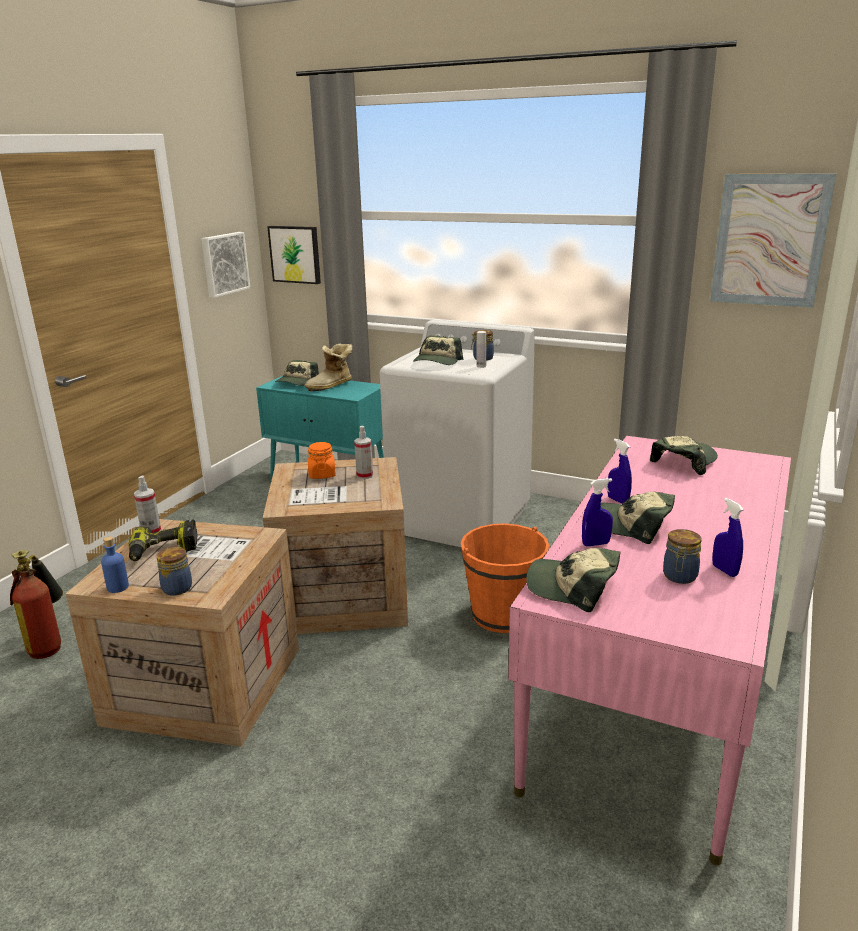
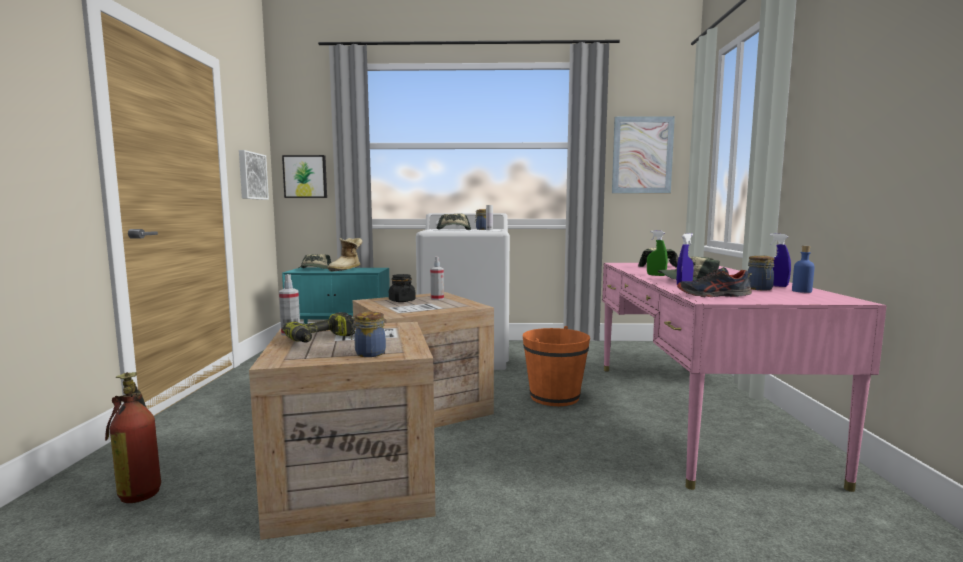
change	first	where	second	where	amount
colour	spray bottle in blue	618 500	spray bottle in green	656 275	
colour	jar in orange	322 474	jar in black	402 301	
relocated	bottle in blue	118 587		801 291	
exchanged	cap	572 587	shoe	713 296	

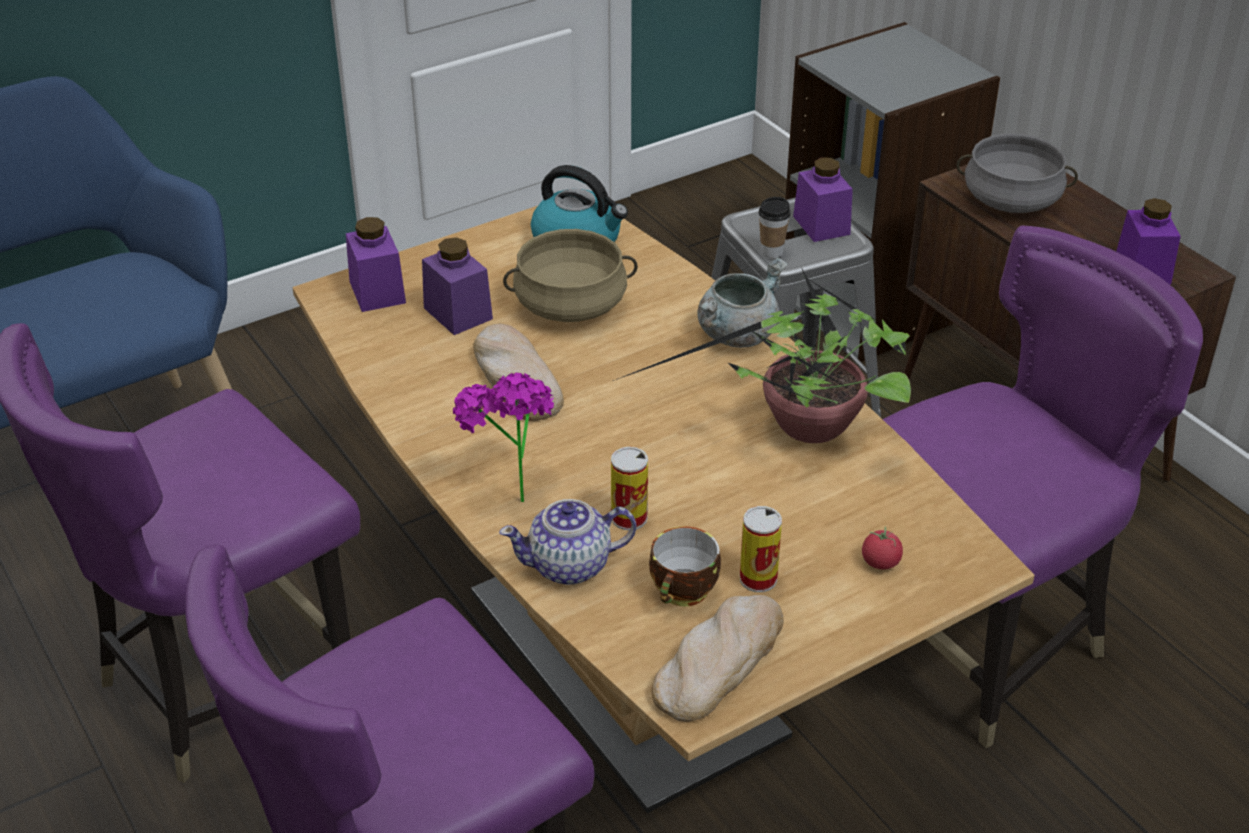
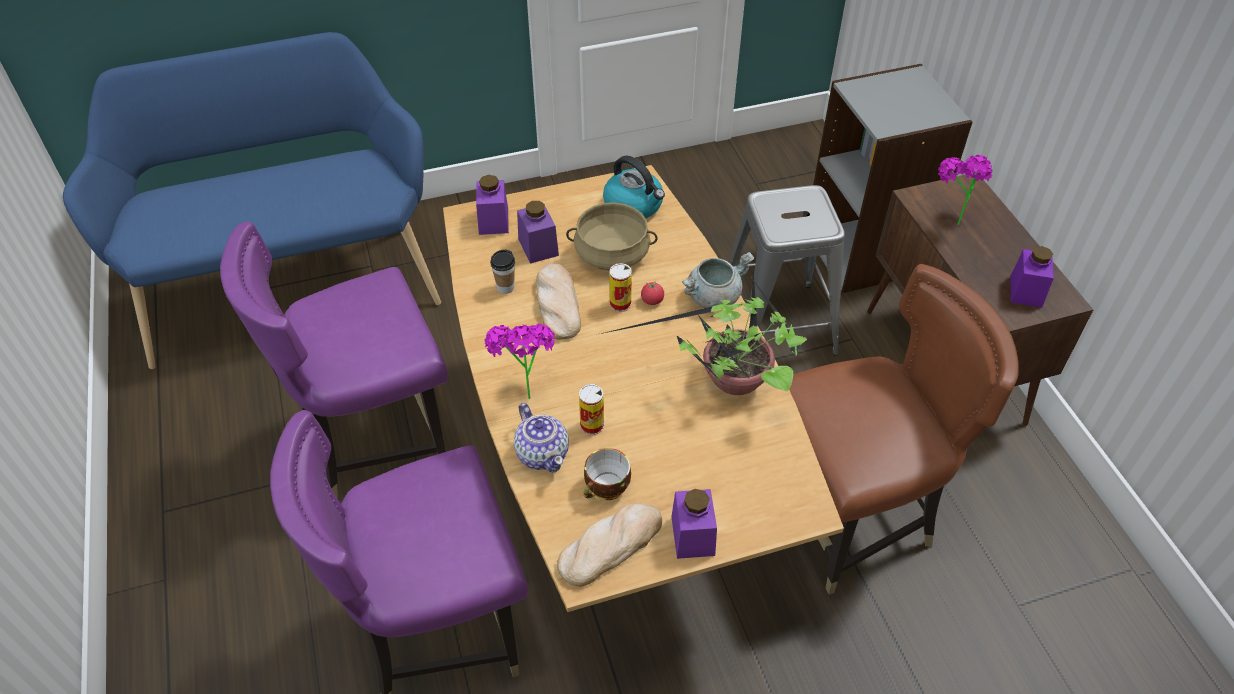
change	first	where	second	where	amount
exchanged	cooking pot in grey	1011 201	potted plant	951 218	
relocated	jar in purple	821 225		693 536	
relocated	cup	771 252		505 288	
colour	chair in purple	979 645	chair in brown	850 519	
spun	teapot	570 566		542 453	120 degrees counterclockwise
relocated	can	758 579		620 304	
relocated	tomato	880 562		652 300	

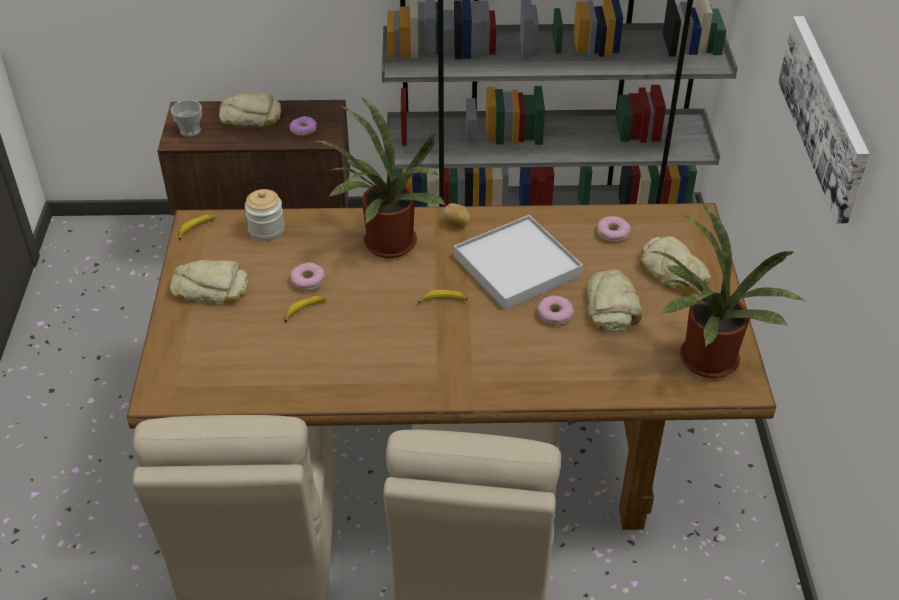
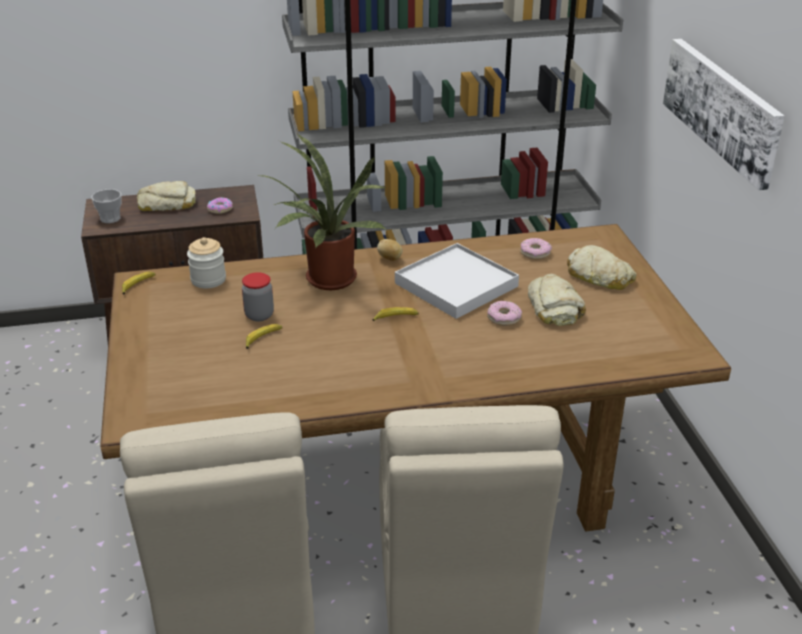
change	first	where	second	where	amount
missing	potted plant	704 362			
missing	bread	211 288			
exchanged	donut	307 281	jar	259 315	

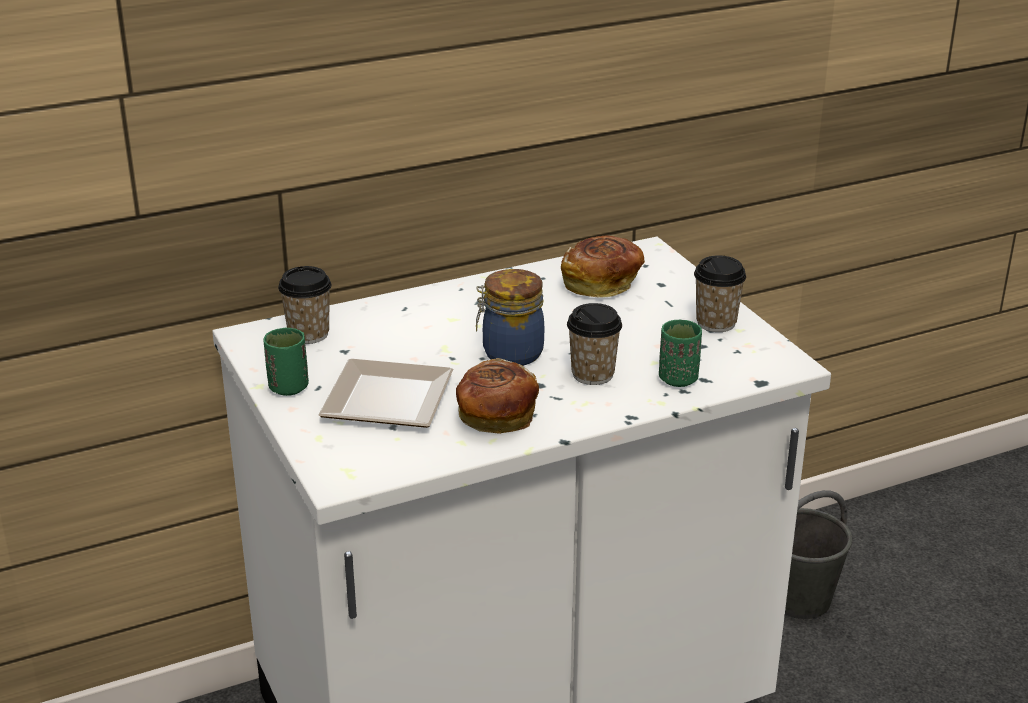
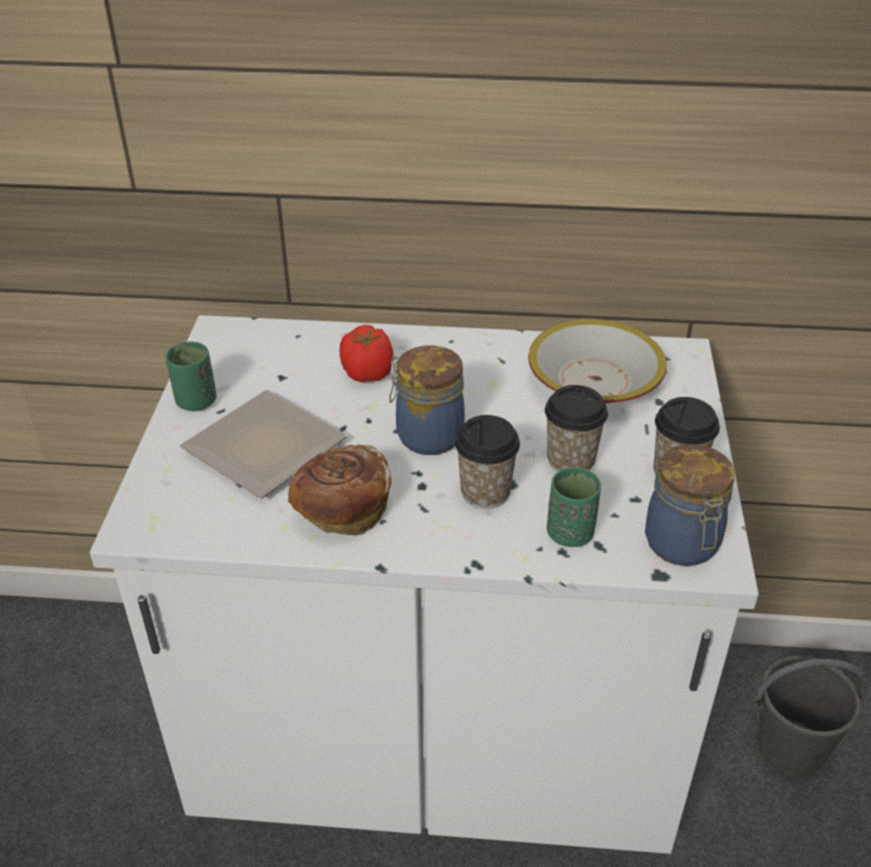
change	first	where	second	where	amount
exchanged	bread	602 284	bowl	595 381	
relocated	cup	308 334		570 461	
appeared			tomato	367 373	
appeared			jar	683 545	

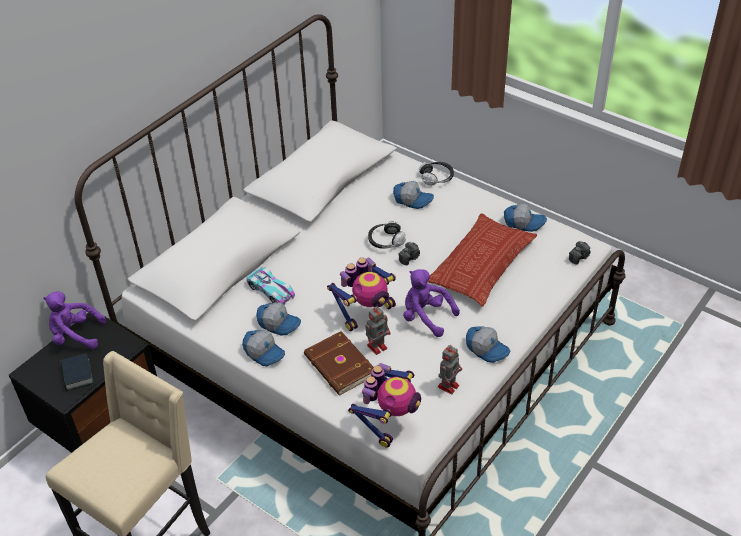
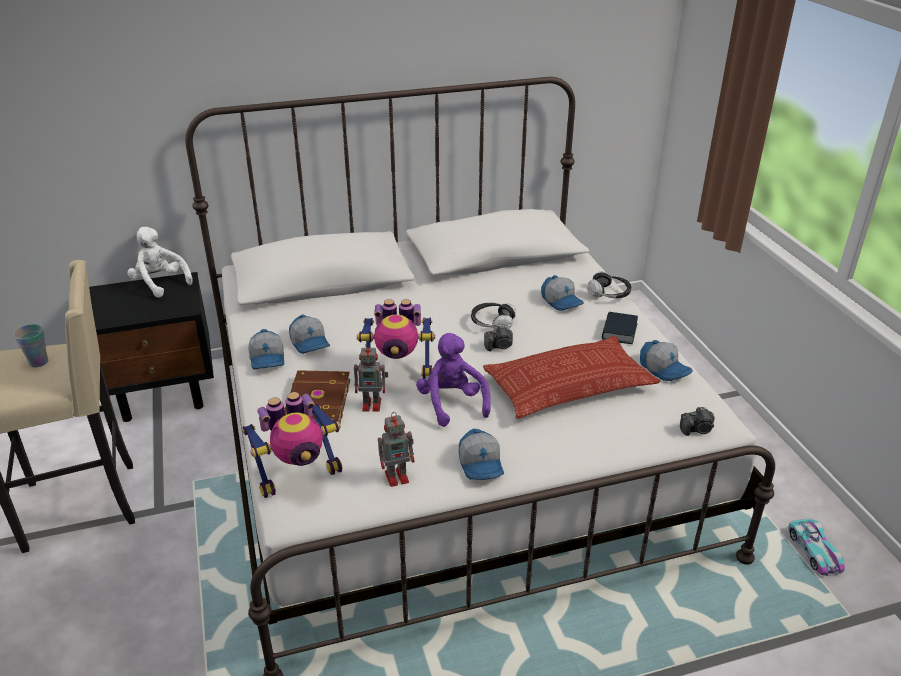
change	first	where	second	where	amount
relocated	toy car	271 290		814 550	
colour	plush toy in purple	75 335	plush toy in white	160 283	
relocated	book	77 375		619 332	
appeared			cup	38 362	

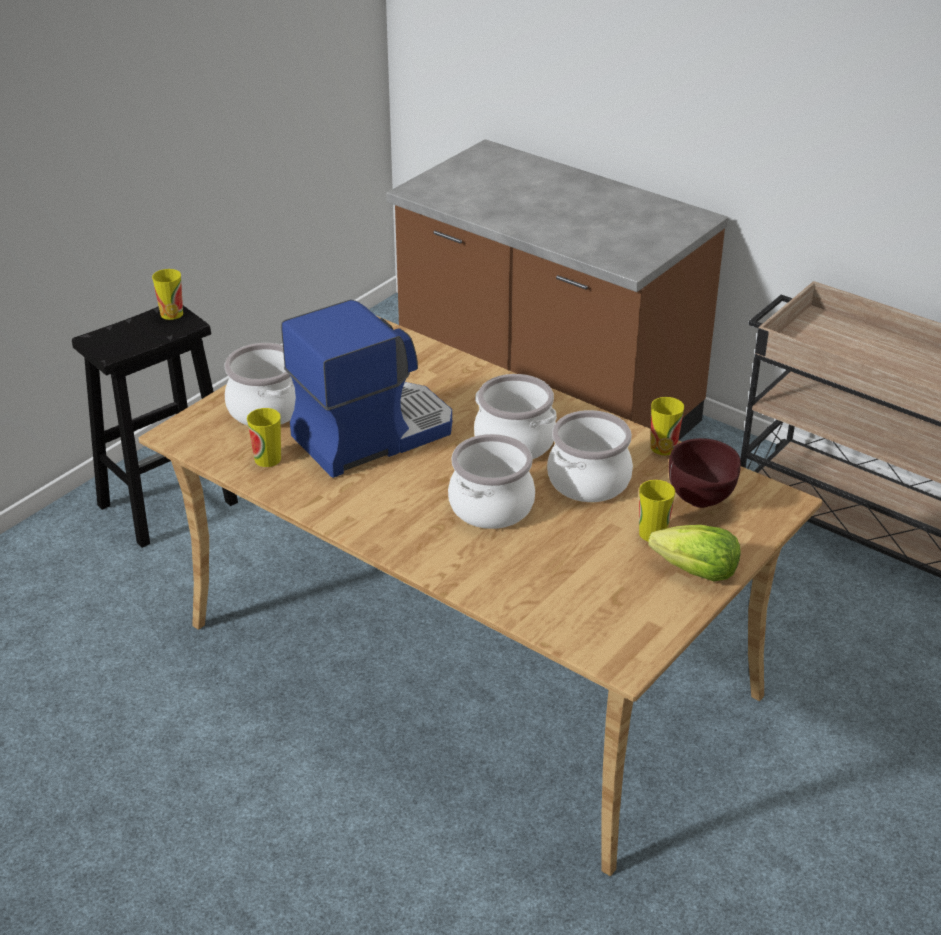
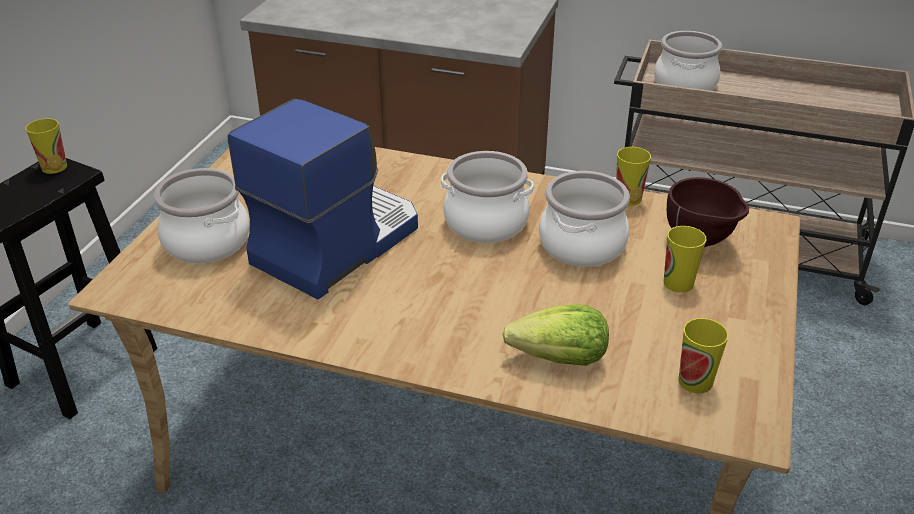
change	first	where	second	where	amount
relocated	cup	267 459		695 381	
relocated	cooking pot	492 507		685 85	
relocated	lettuce	696 572		560 359	

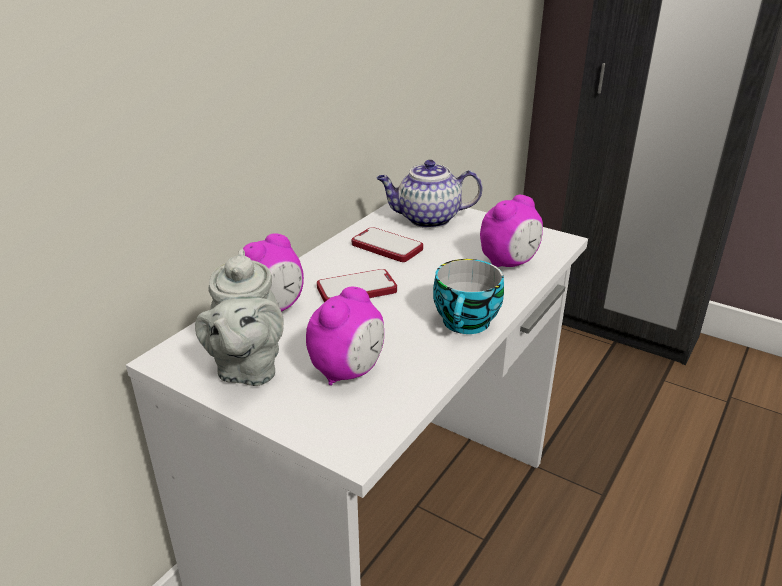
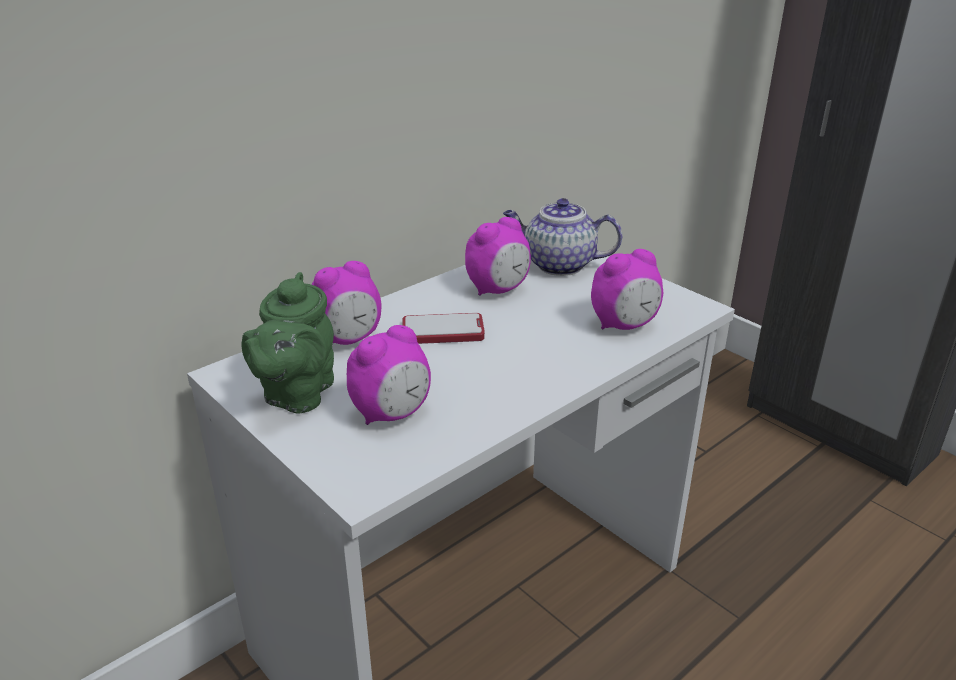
change	first	where	second	where	amount
exchanged	phone	387 247	alarm clock	498 290	
colour	teapot in grey	247 368	teapot in green	296 395	
missing	cup	467 323			

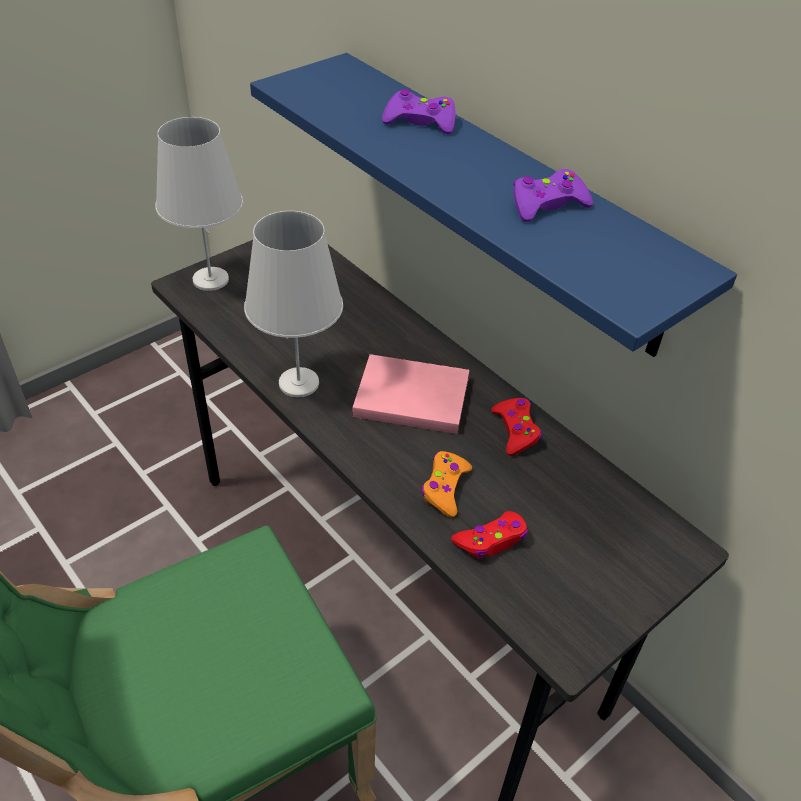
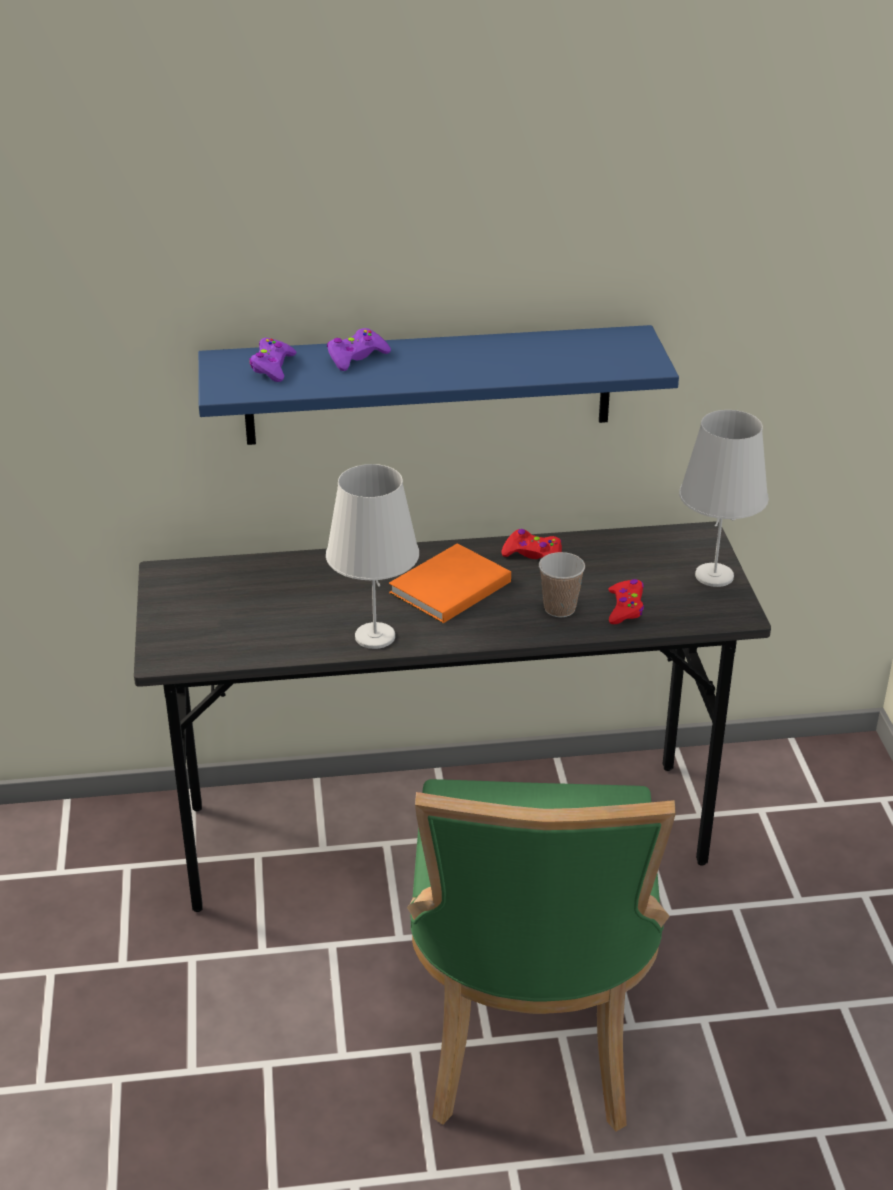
change	first	where	second	where	amount
relocated	table lamp in white	210 279		713 576	
relocated	game controller in purple	547 205		272 367	
colour	book in pink	409 396	book in orange	447 588	
exchanged	game controller in orange	445 488	cup	559 608	

